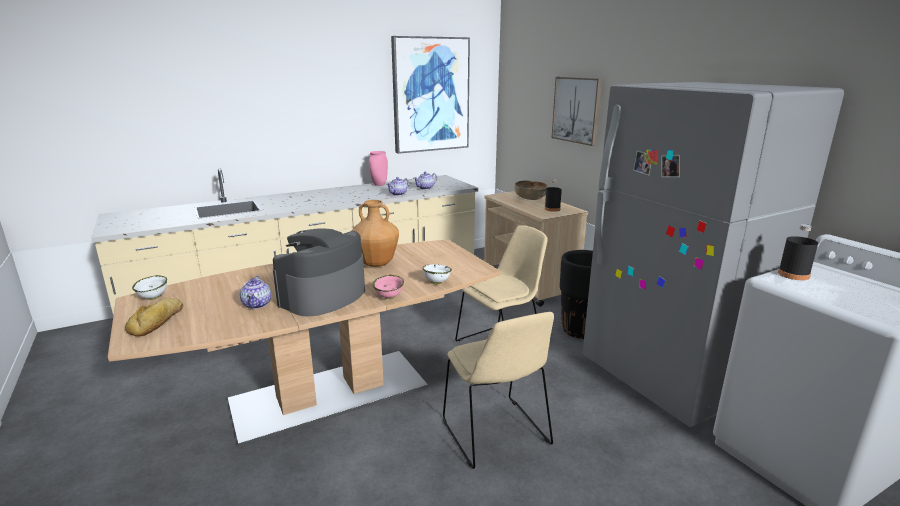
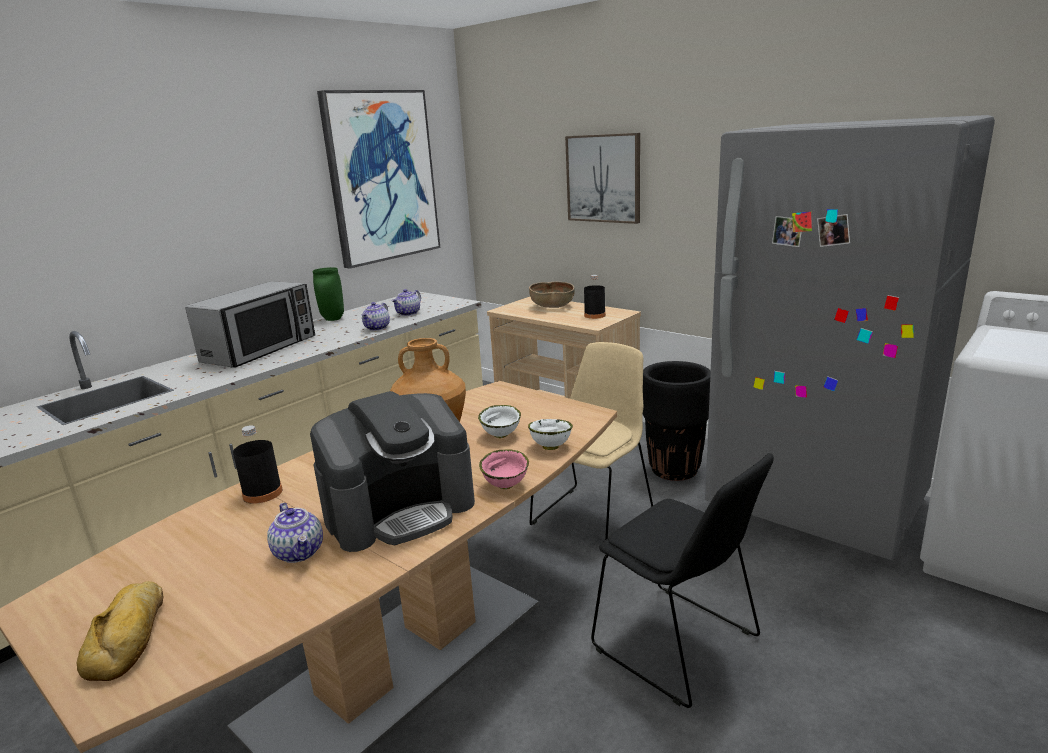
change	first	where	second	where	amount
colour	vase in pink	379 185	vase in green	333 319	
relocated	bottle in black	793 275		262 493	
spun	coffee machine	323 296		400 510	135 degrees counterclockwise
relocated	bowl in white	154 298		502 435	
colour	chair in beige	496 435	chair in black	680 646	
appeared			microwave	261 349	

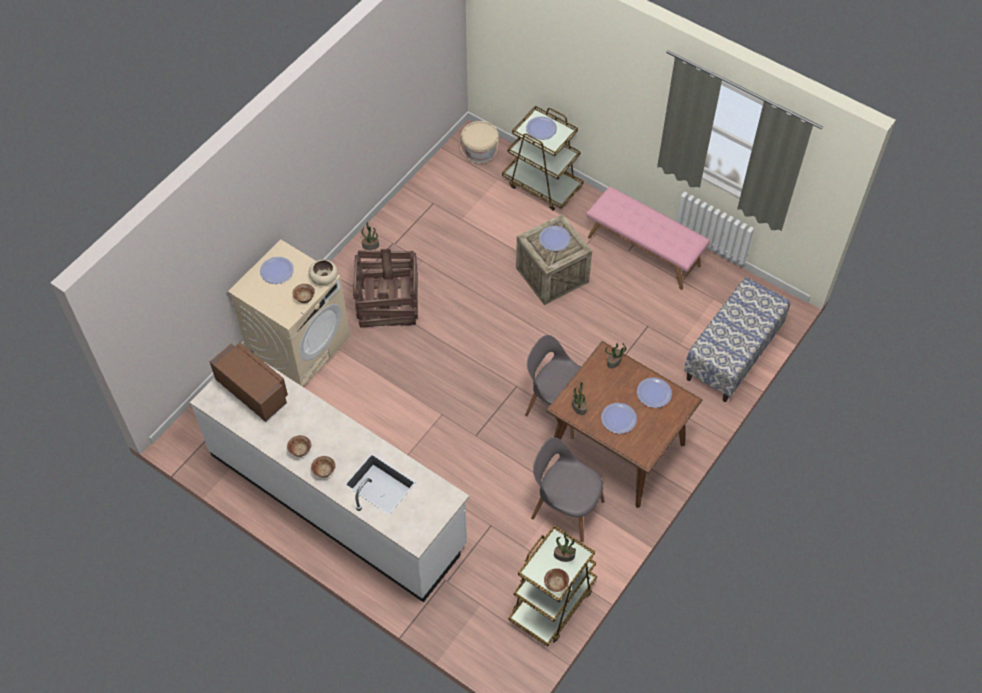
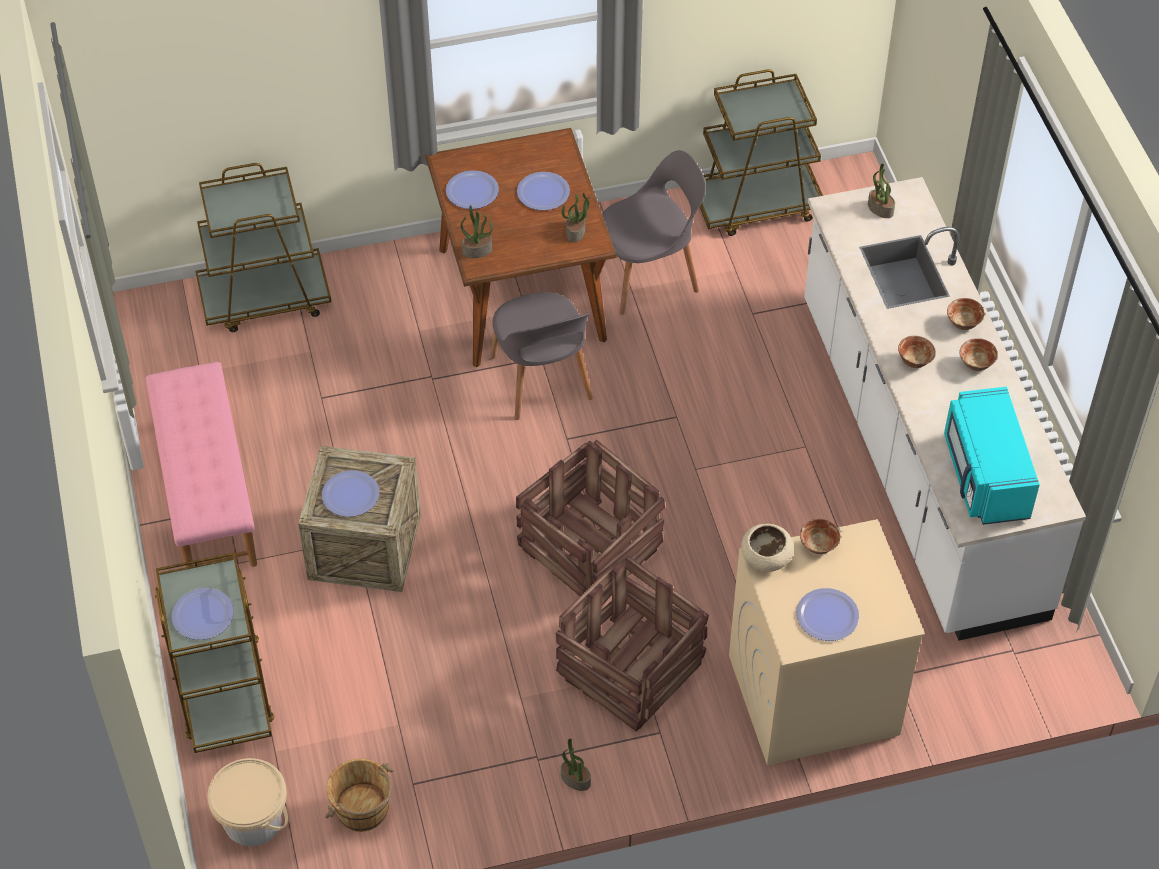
change	first	where	second	where	amount
exchanged	bench	732 355	cart in brown	265 298	
colour	microwave in brown	253 390	microwave in turquoise	984 476	
spun	chair in grey	565 508		648 276	90 degrees counterclockwise
relocated	potted plant	564 555		879 209	
relocated	bowl	556 584		914 361	
appeared			crate	588 547	
appeared			bucket in brown	363 809	

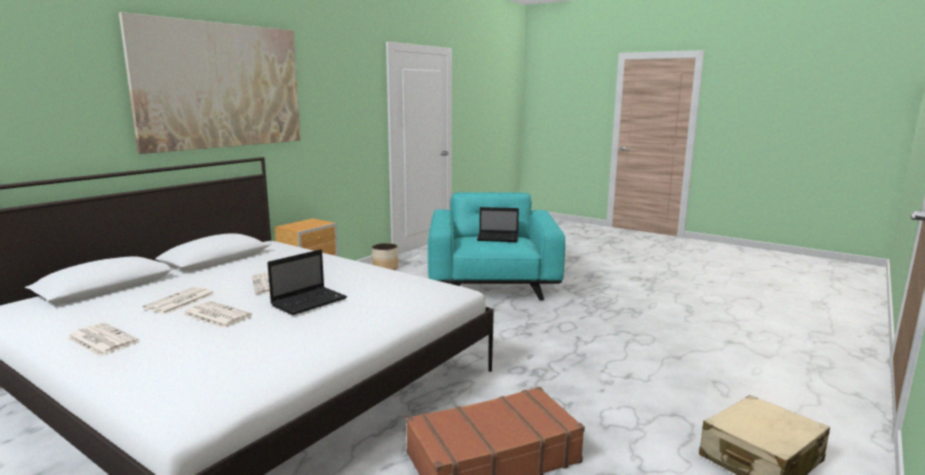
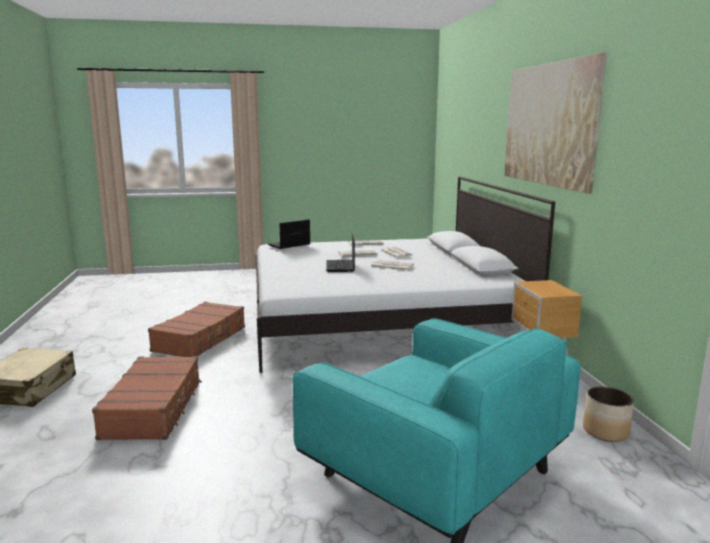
change	first	where	second	where	amount
relocated	laptop	499 238		289 245	
appeared			suitcase in brown	154 409	

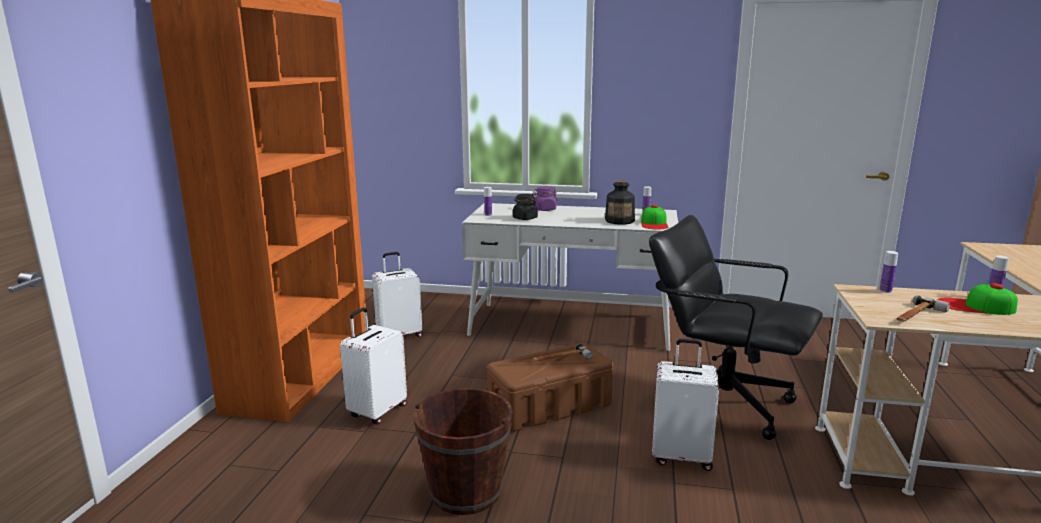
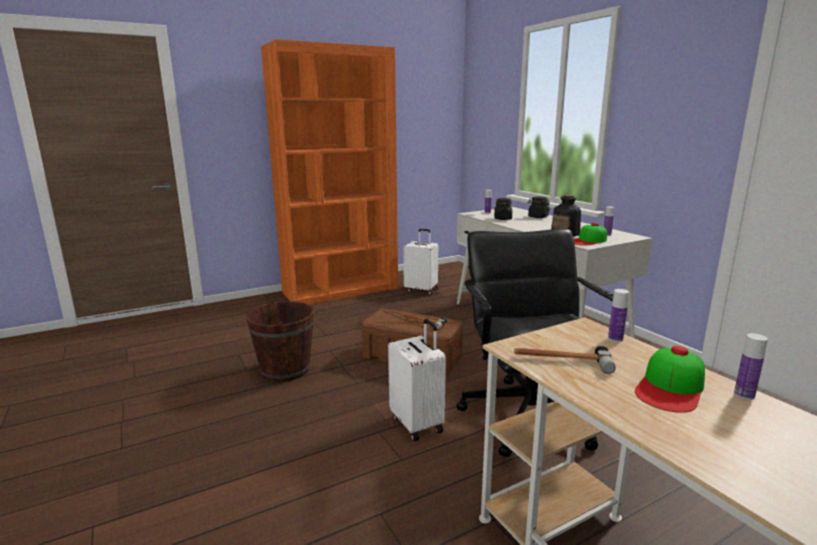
change	first	where	second	where	amount
colour	jar in purple	544 209	jar in black	538 217	
spun	cap	975 306		671 387	120 degrees counterclockwise
missing	suitcase in white	377 411			

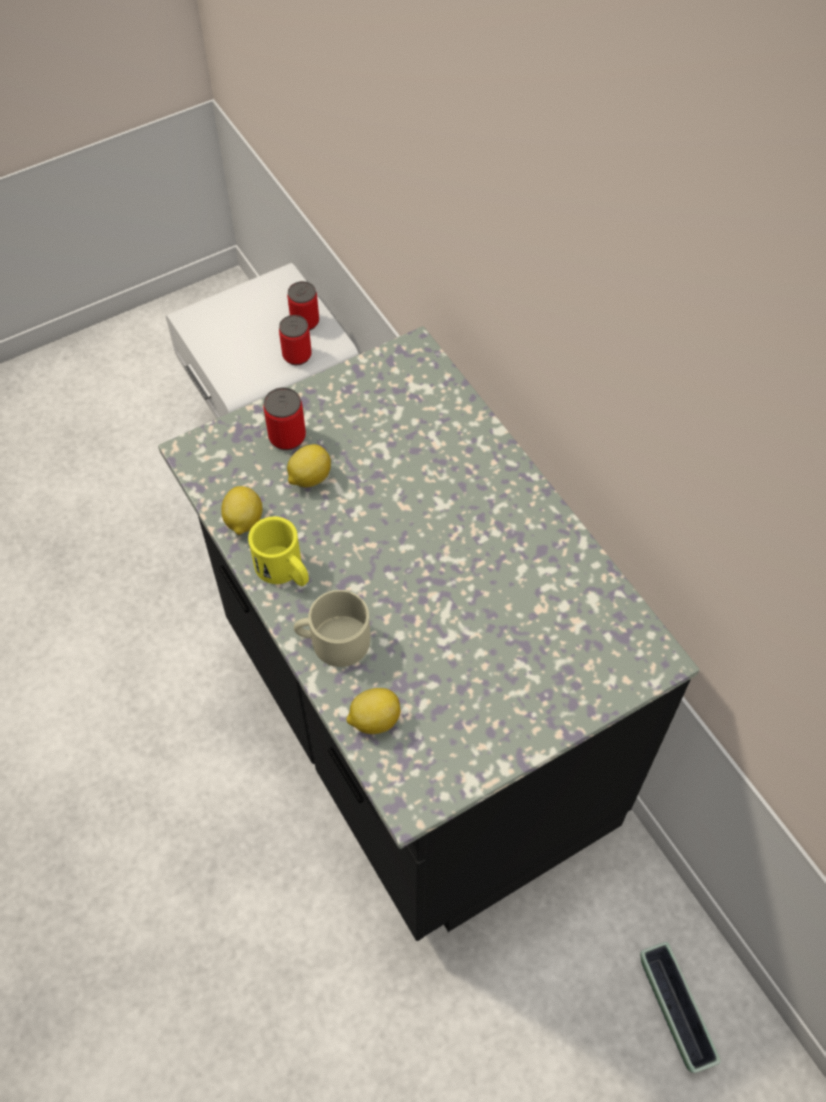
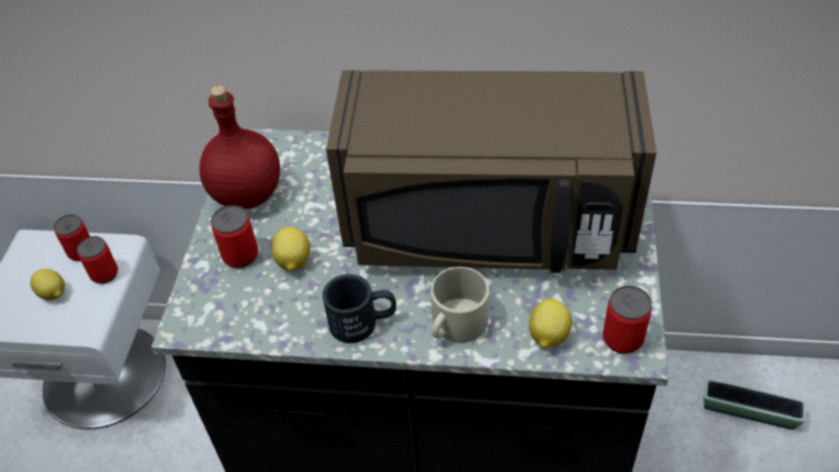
change	first	where	second	where	amount
relocated	lemon	243 521		53 294	
colour	mug in yellow	285 571	mug in black	363 322	
appeared			microwave in brown	488 226	
appeared			bottle in red	246 195	
appeared			can	622 338	

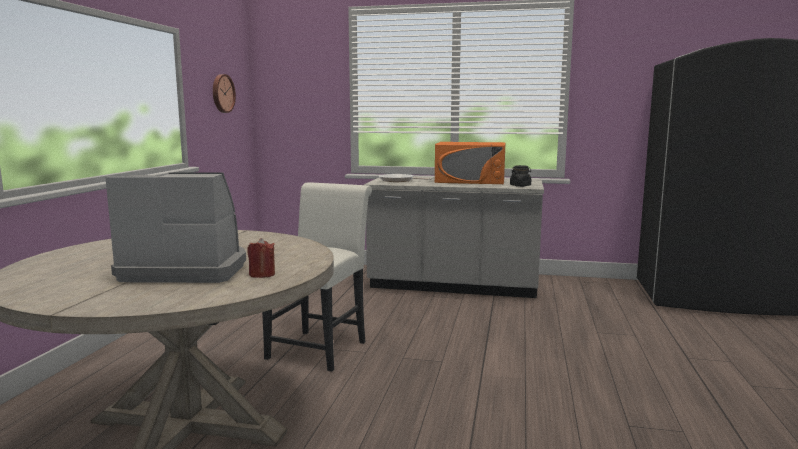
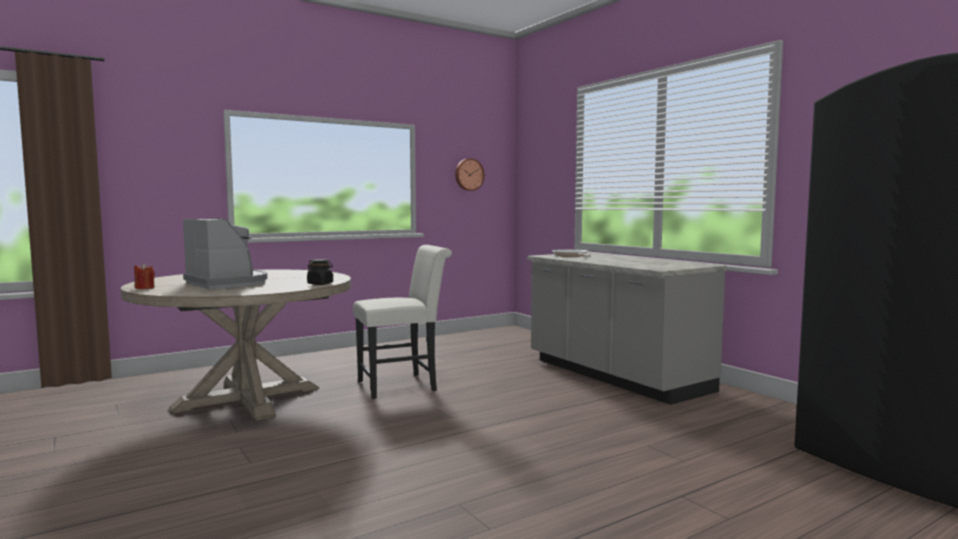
change	first	where	second	where	amount
missing	microwave in orange	470 180			
relocated	jar in black	520 186		320 284	
relocated	candle in red	262 274		144 288	

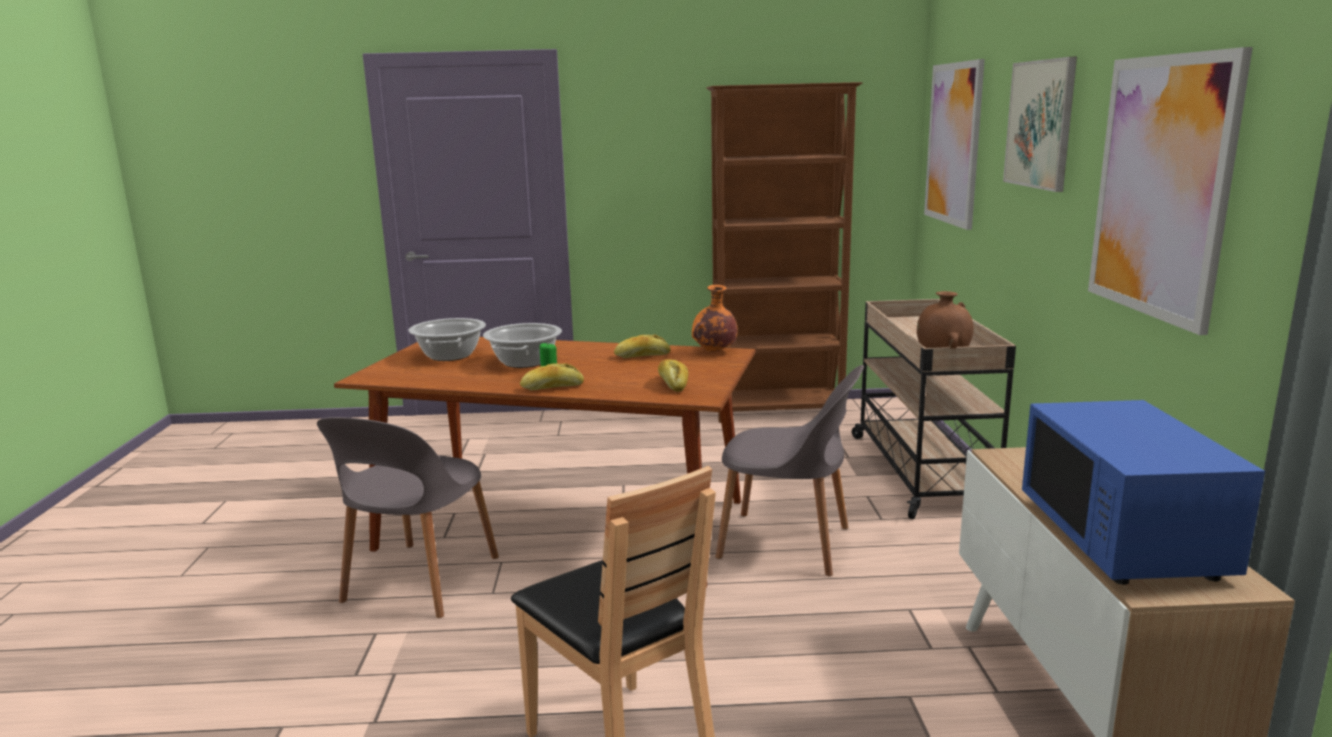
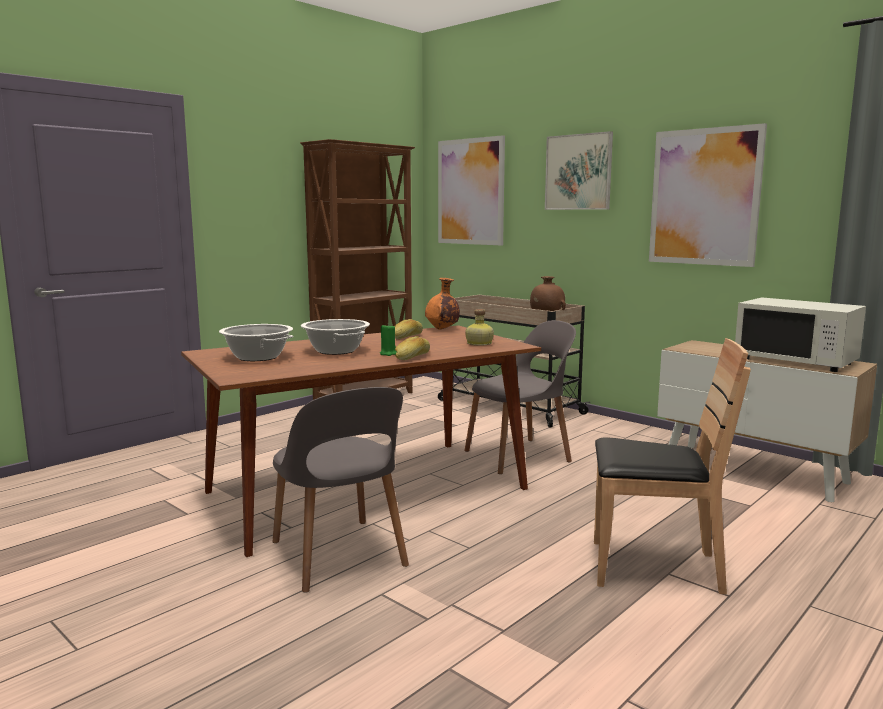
change	first	where	second	where	amount
exchanged	bread	673 384	bottle	478 343	
colour	microwave in blue	1122 538	microwave in white	796 361	

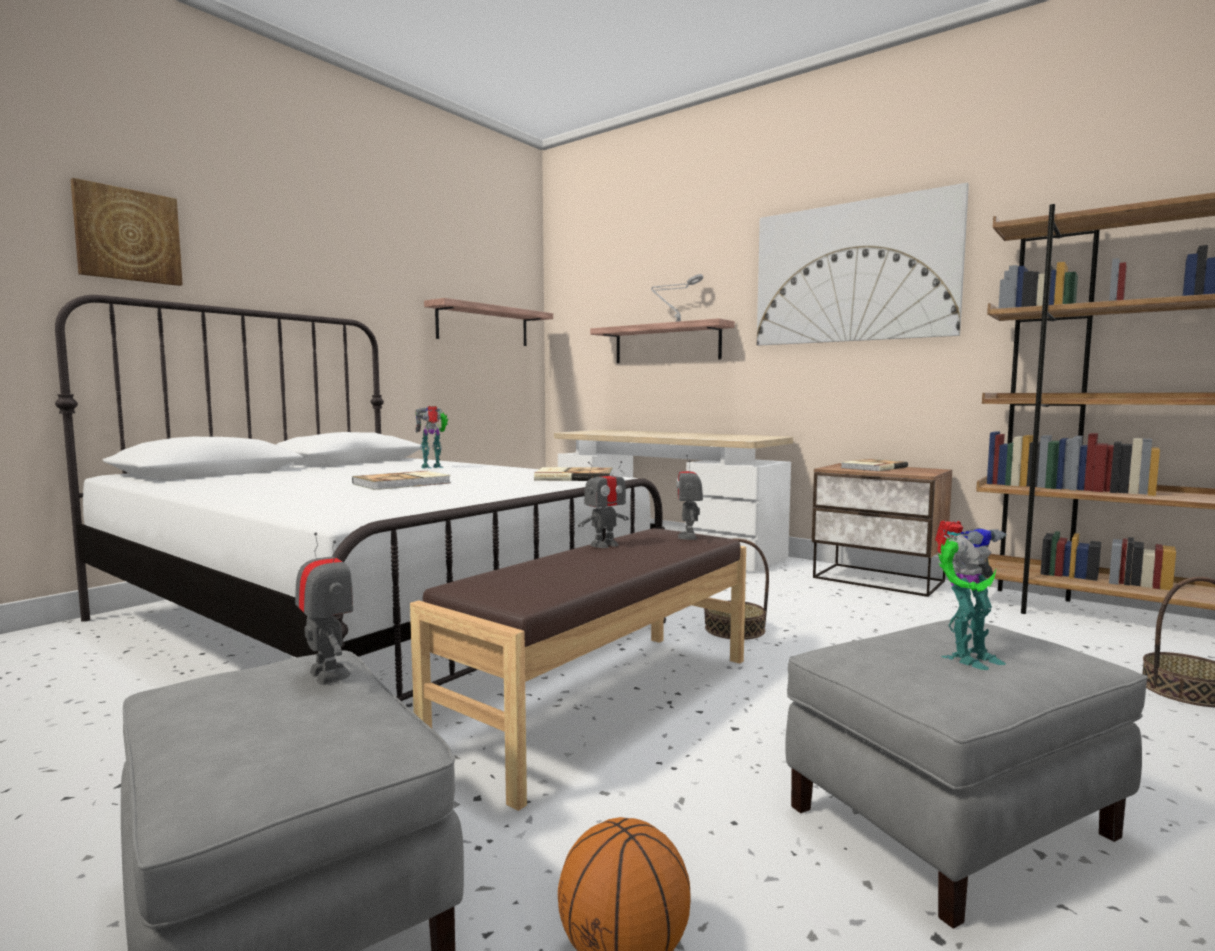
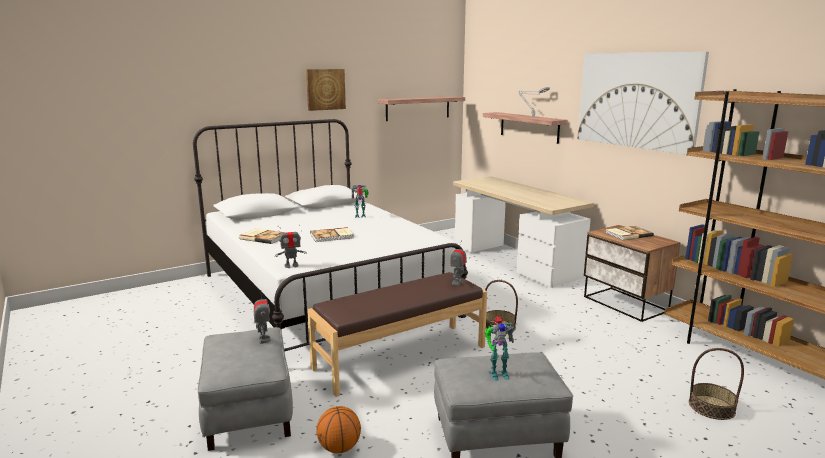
change	first	where	second	where	amount
relocated	picture	128 235		325 89	
relocated	toy robot	604 545		291 266	
relocated	book	573 477		264 237	

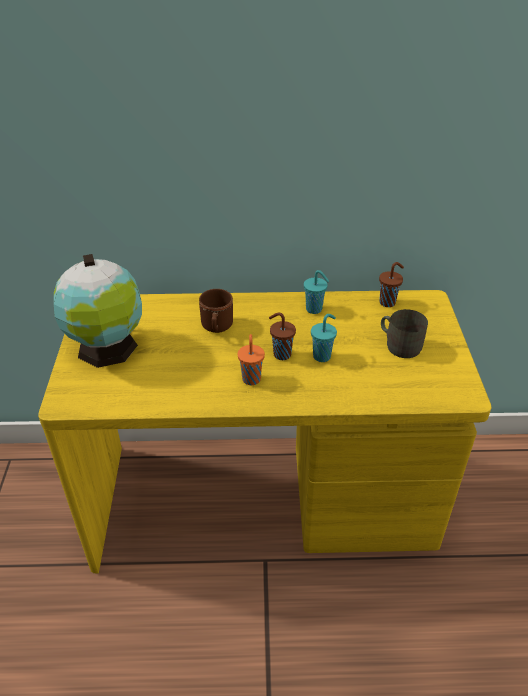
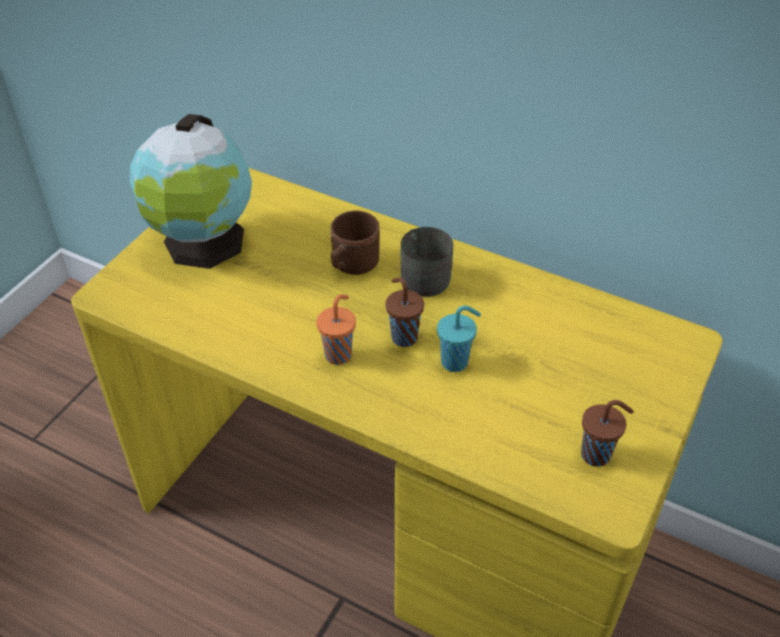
change	first	where	second	where	amount
relocated	cup in brown	388 302		597 455	
missing	cup in turquoise	315 309			
relocated	mug in grey	399 344		423 275	

